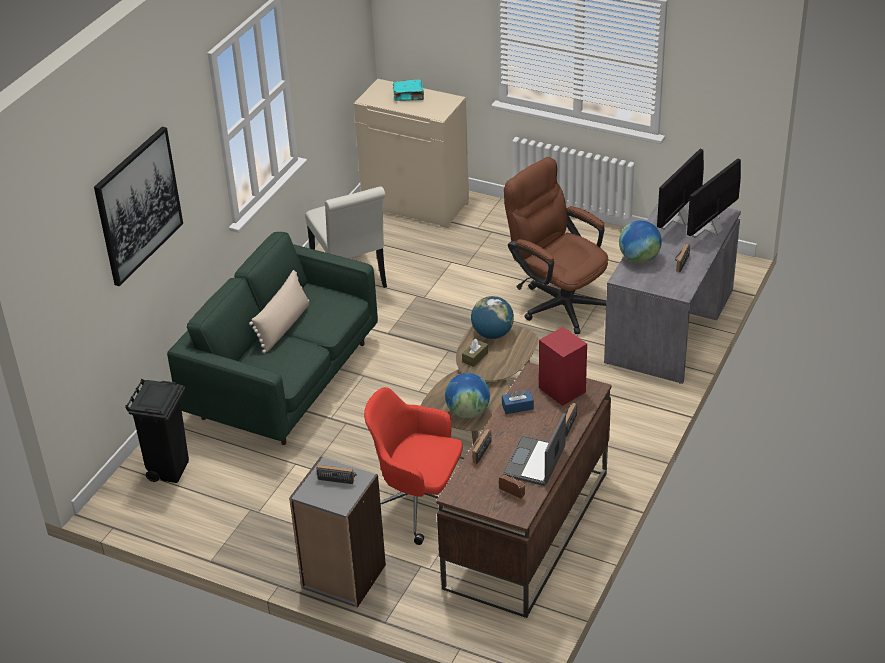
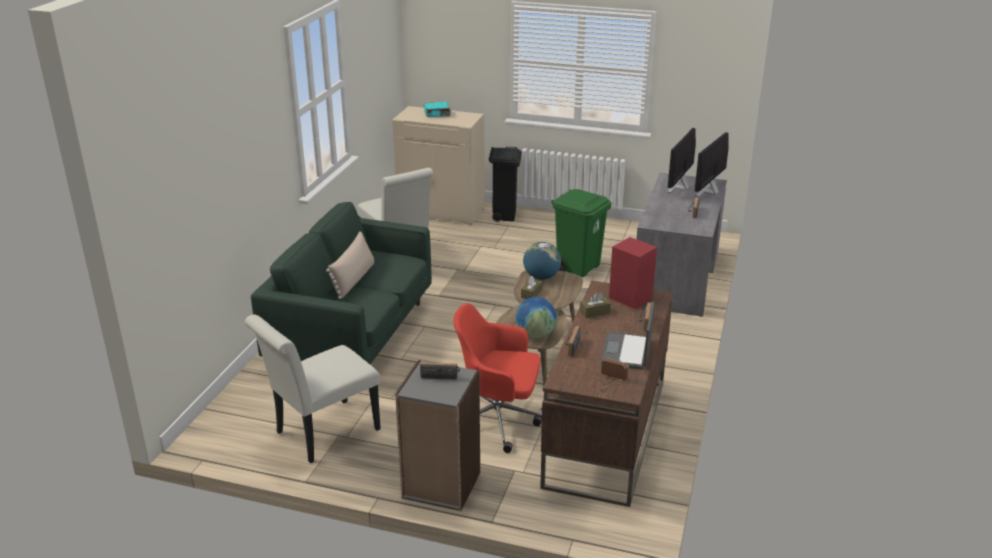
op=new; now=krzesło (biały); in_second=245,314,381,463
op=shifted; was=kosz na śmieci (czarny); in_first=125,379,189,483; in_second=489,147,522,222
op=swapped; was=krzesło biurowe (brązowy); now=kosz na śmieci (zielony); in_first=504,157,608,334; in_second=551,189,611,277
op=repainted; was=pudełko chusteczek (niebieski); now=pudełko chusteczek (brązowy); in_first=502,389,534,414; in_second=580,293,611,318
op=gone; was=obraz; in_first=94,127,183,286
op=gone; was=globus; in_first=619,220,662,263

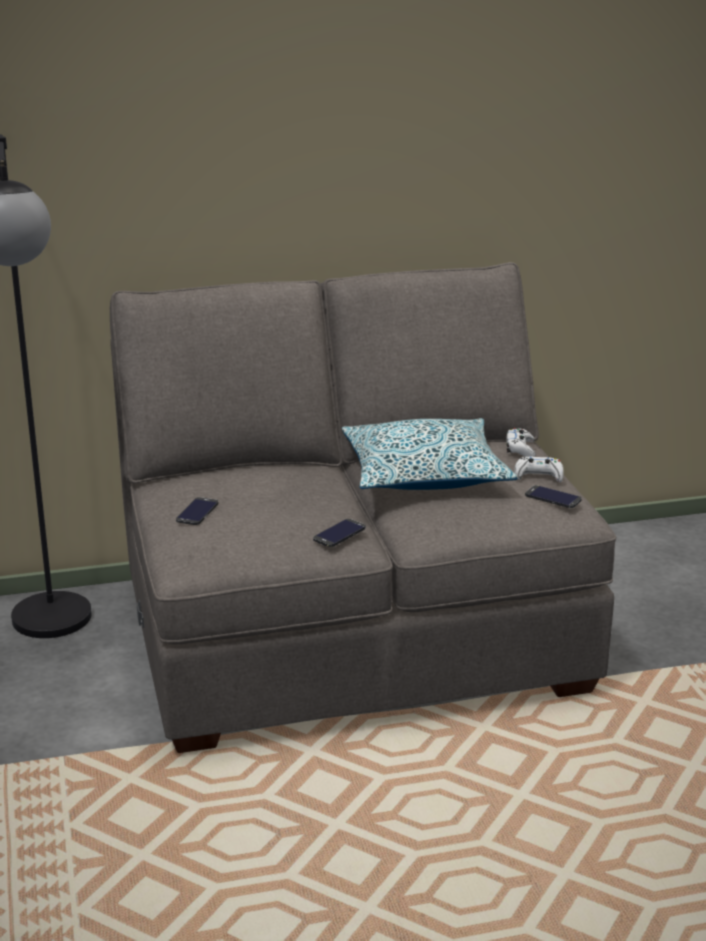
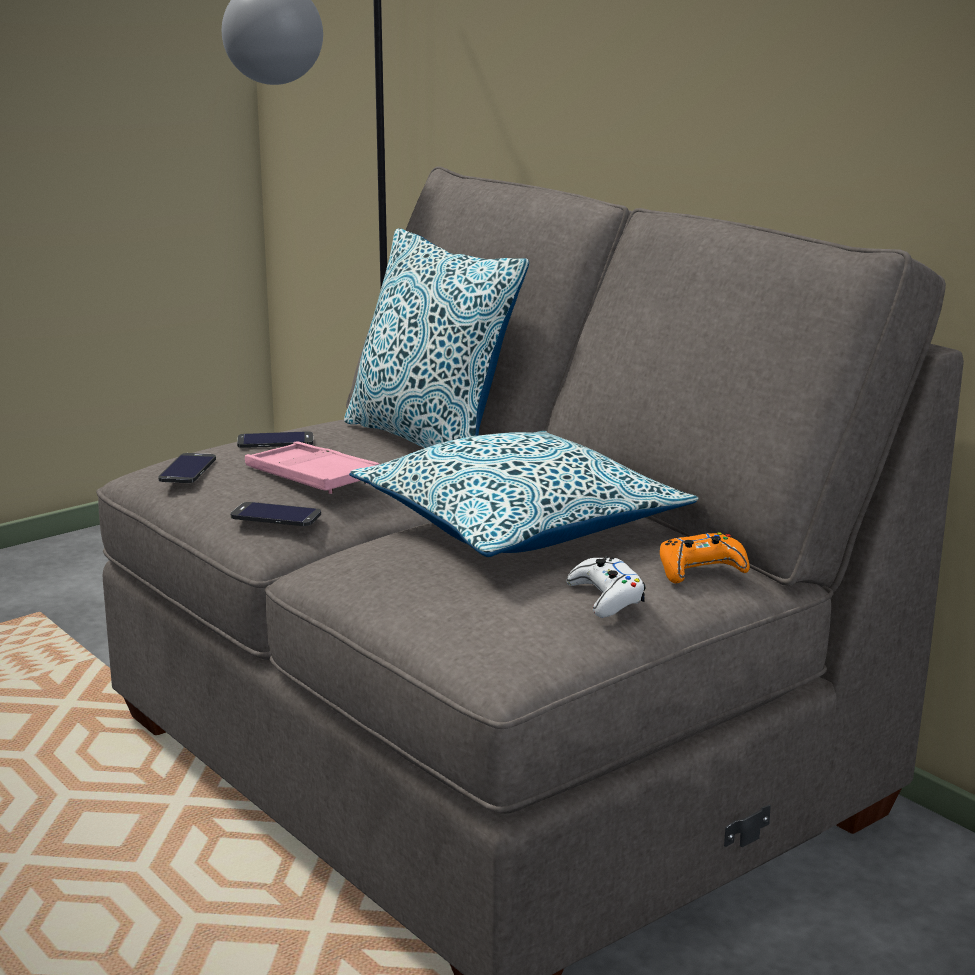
op=shifted; was=telefon; in_first=525,485,582,508; in_second=158,453,216,483
op=new; now=taca (różowy); in_second=245,441,379,494
op=new; now=poduszka; in_second=344,228,529,448
op=repainted; was=pad do gier (biały); now=pad do gier (pomarańczowy); in_first=506,428,536,457; in_second=660,532,750,583

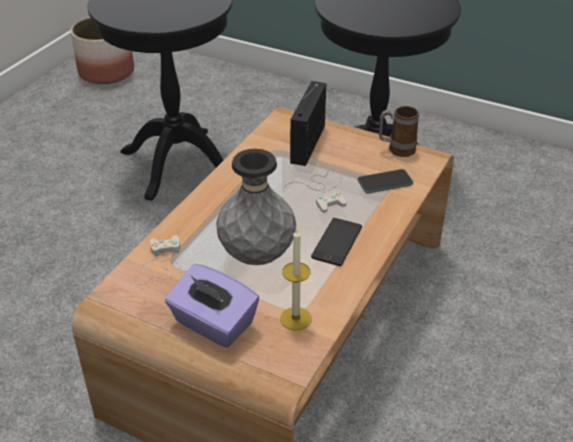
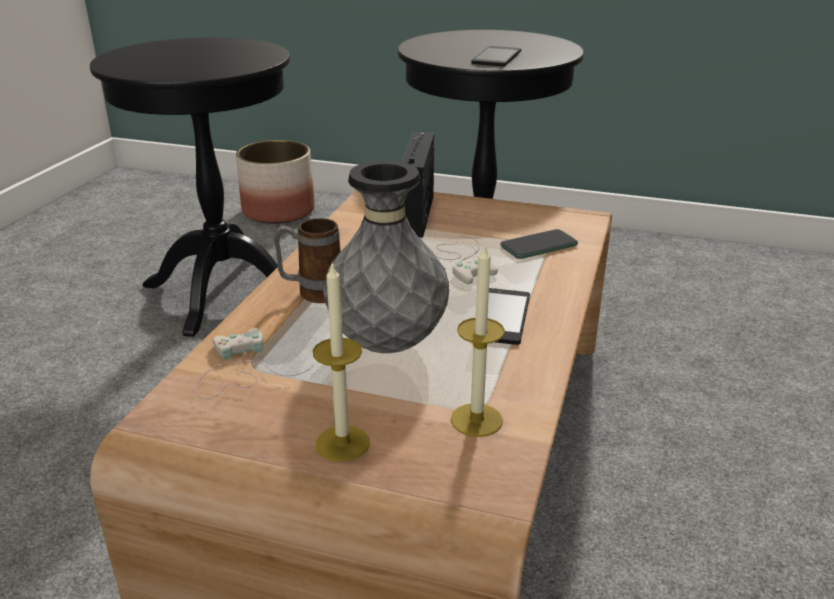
op=shifted; was=donica; in_first=71,17,134,84; in_second=236,140,315,224
op=shifted; was=kubek; in_first=379,106,419,157; in_second=274,218,341,303
op=swapped; was=pudełko chusteczek (fioletowy); now=świeca; in_first=165,264,259,348; in_second=313,261,370,462
op=new; now=telefon; in_second=471,46,521,66

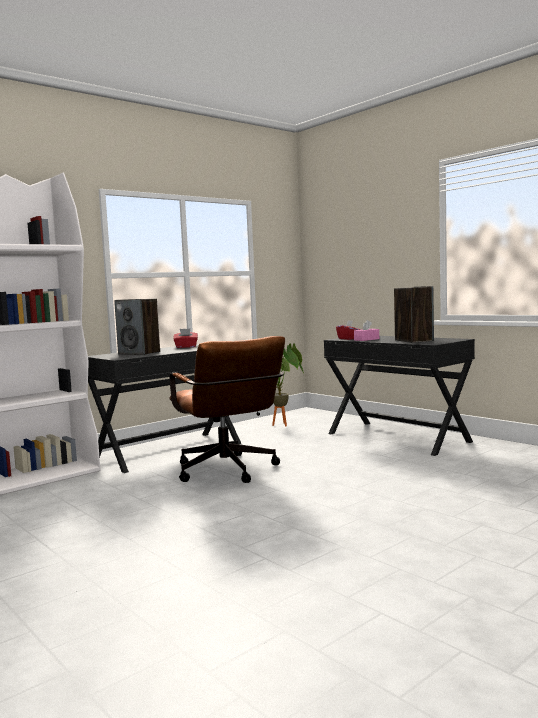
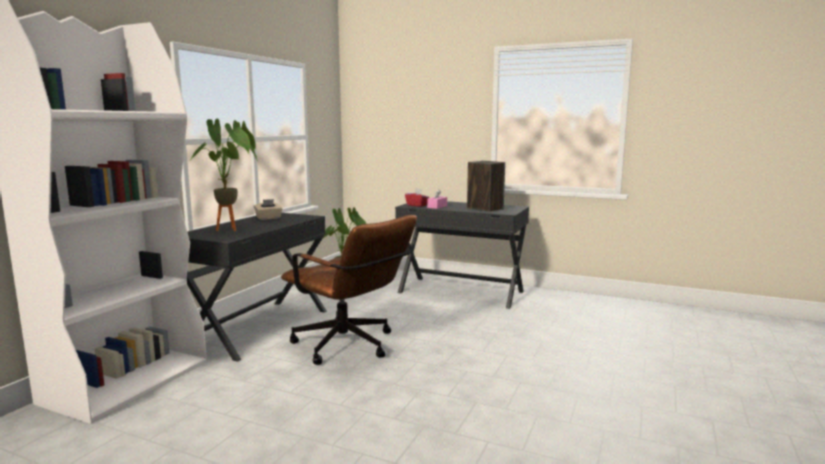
op=swapped; was=głośnik; now=roślina doniczkowa; in_first=114,299,160,355; in_second=191,119,258,231
op=repainted; was=pudełko chusteczek (czerwony); now=pudełko chusteczek (beżowy); in_first=173,329,198,348; in_second=254,199,282,220

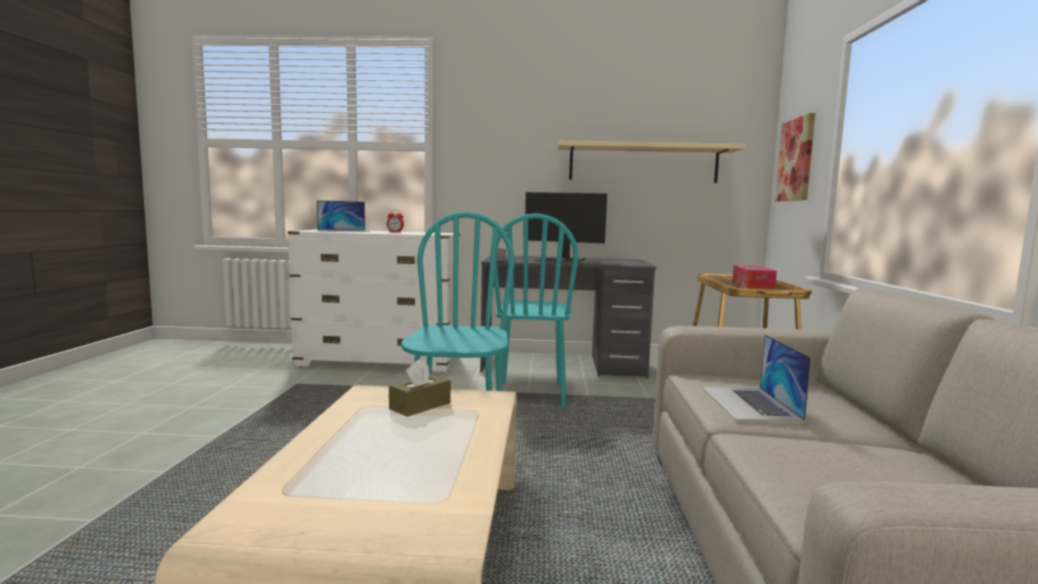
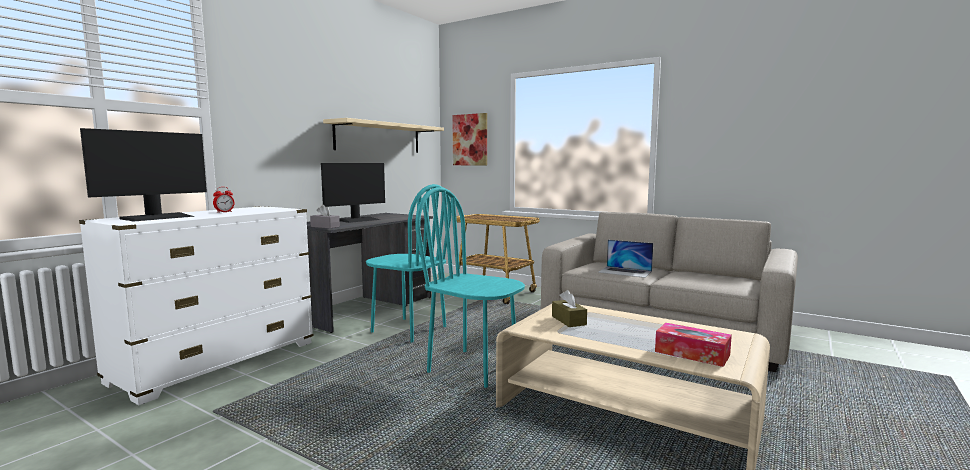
op=swapped; was=laptop; now=monitor; in_first=317,200,370,232; in_second=80,128,207,221
op=shifted; was=pudełko chusteczek; in_first=732,265,777,289; in_second=655,323,732,367

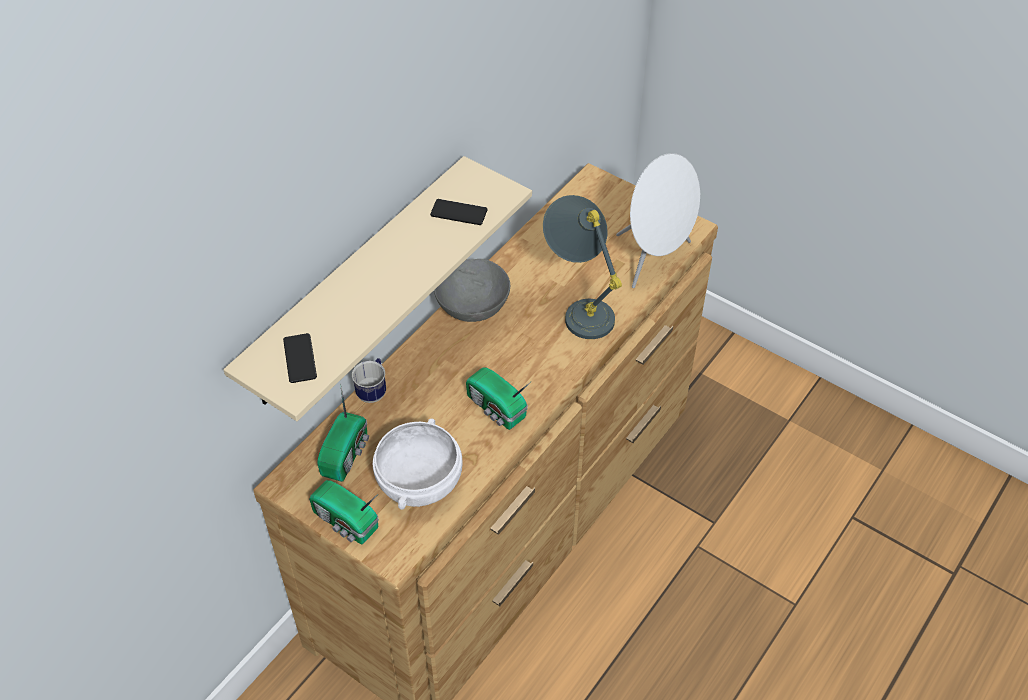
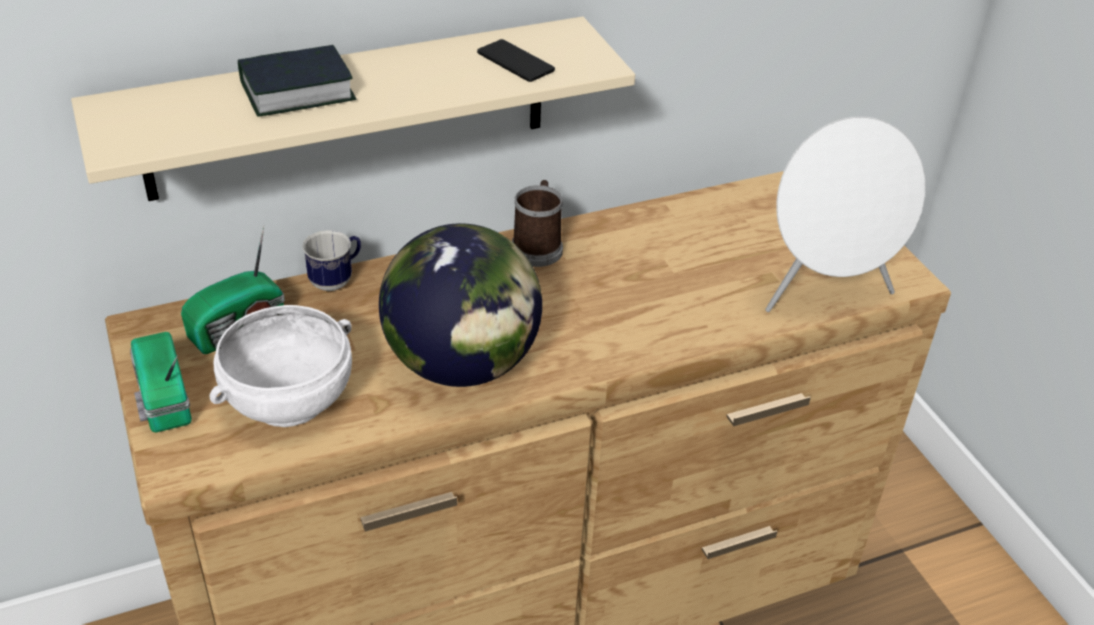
op=new; now=książka; in_second=238,45,356,116
op=swapped; was=radio; now=globus; in_first=466,368,532,430; in_second=379,223,542,387
op=swapped; was=miska (szary); now=kubek; in_first=434,259,510,322; in_second=512,180,563,267
op=gone; was=telefon; in_first=283,333,317,383
op=gone; was=lampa stołowa (szary); in_first=543,195,622,339

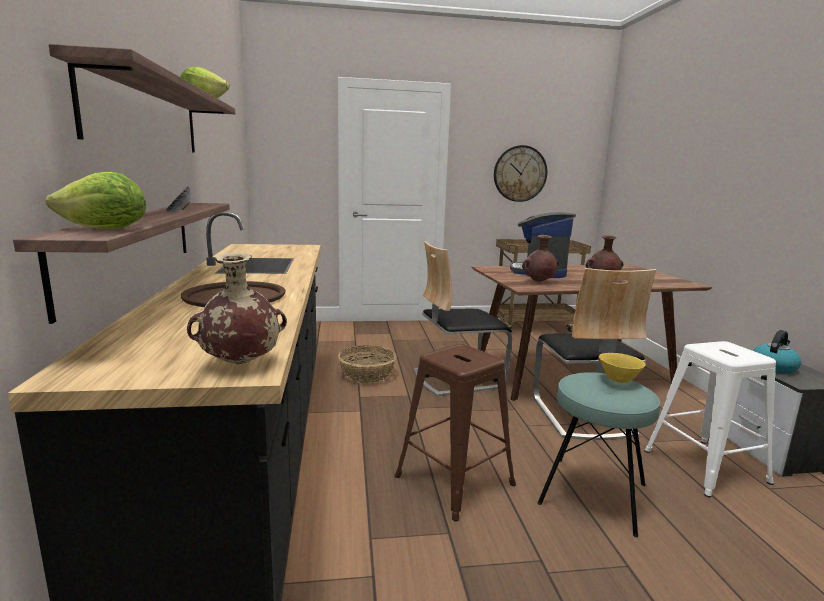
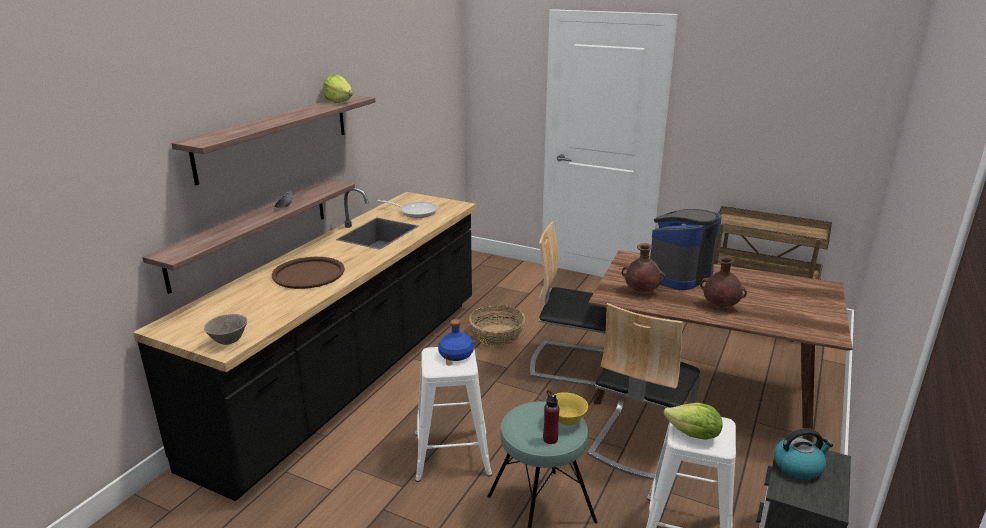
op=swapped; was=wazon (beżowy); now=miska (szary); in_first=187,252,287,364; in_second=204,314,247,345
op=new; now=patelnia; in_second=377,200,438,218
op=repainted; was=stołek (brązowy); now=stołek (biały); in_first=395,344,516,521; in_second=415,347,492,482
op=new; now=butelka (niebieski); in_second=438,319,474,361
op=new; now=butelka (czerwony); in_second=543,390,559,444
op=shifted; was=sałata; in_first=46,172,146,229; in_second=664,403,723,440
op=gone; was=zegar ścienny; in_first=494,145,547,202

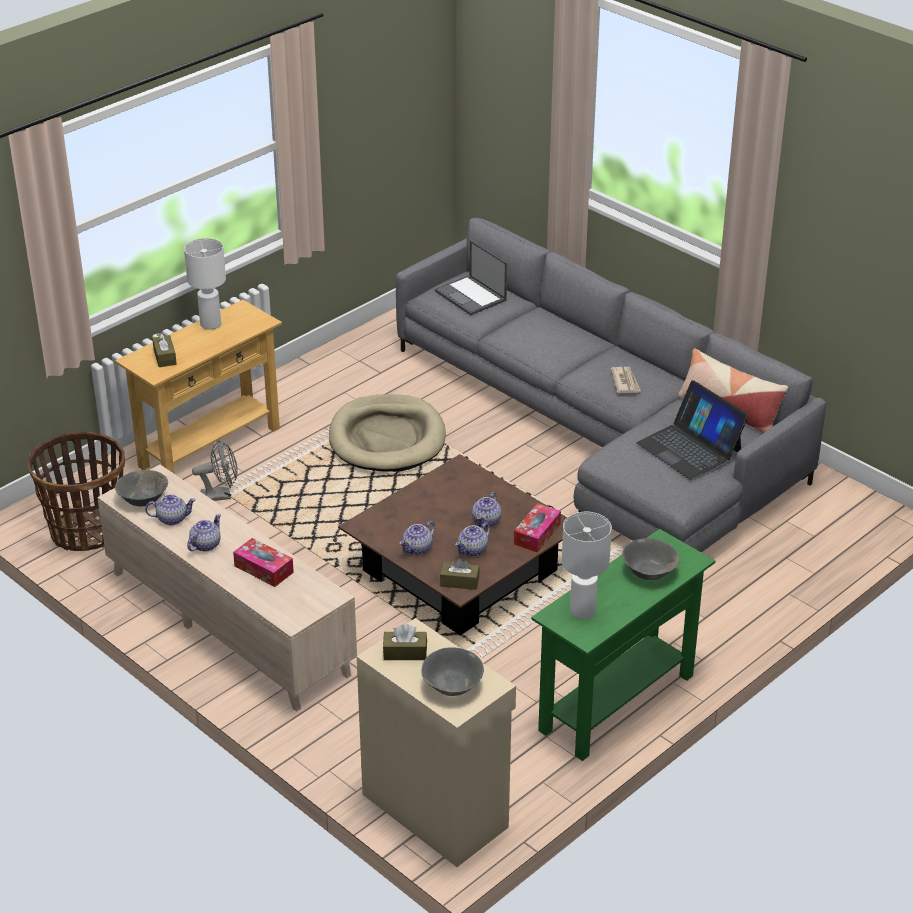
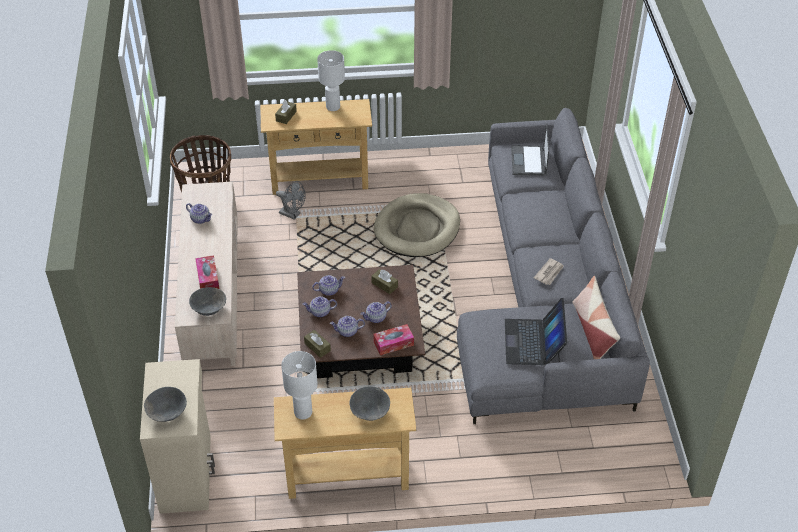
op=shifted; was=miska (szary); in_first=115,470,168,506; in_second=189,287,226,316
op=repainted; was=stolik konsolowy (zielony); now=stolik konsolowy (beżowy); in_first=531,529,715,761; in_second=274,388,416,499
op=shifted; was=imbryk; in_first=187,514,221,552; in_second=312,275,345,296
op=shifted; was=pudełko chusteczek (brązowy); in_first=383,624,427,660; in_second=371,269,398,294

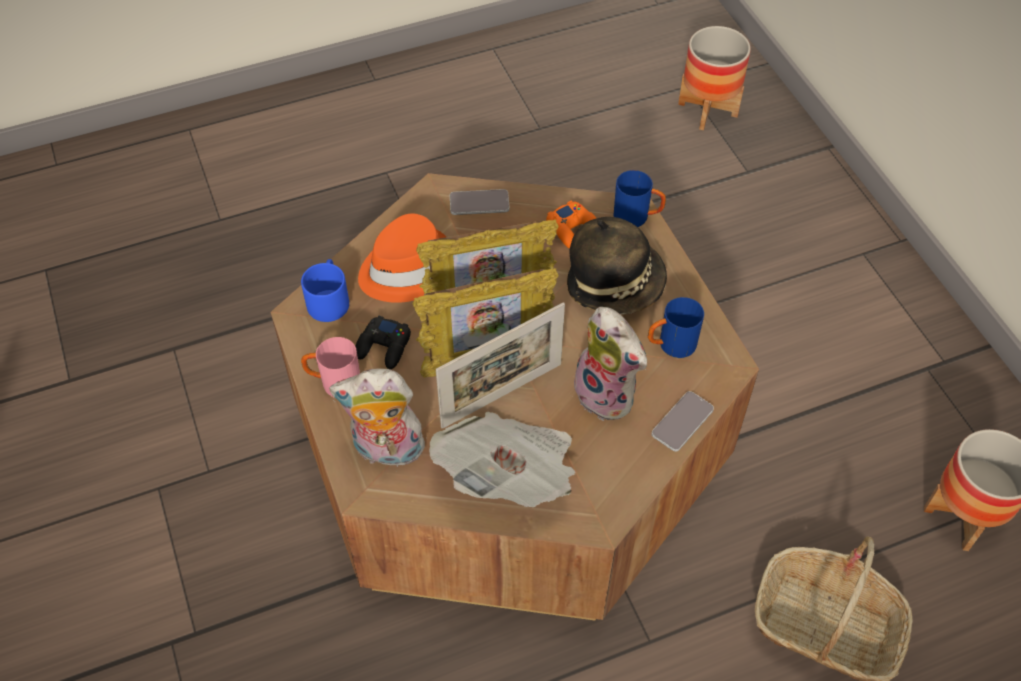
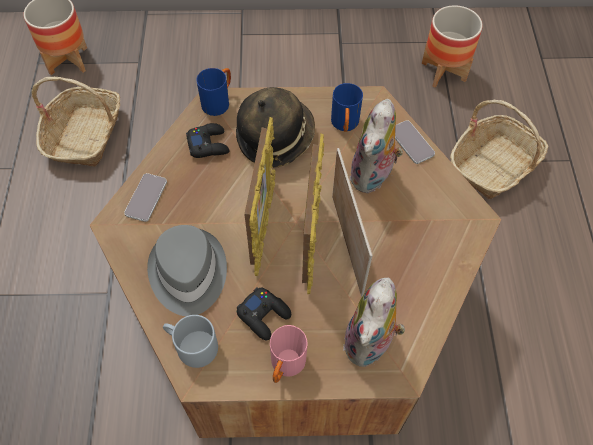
op=new; now=koszyk; in_second=31,77,120,167
op=repainted; was=kapelusz (pomarańczowy); now=kapelusz (szary); in_first=358,213,446,303; in_second=147,225,227,316
op=repainted; was=kubek (niebieski); now=kubek (szary); in_first=301,259,349,322; in_second=163,315,218,368
op=repainted; was=pad do gier (pomarańczowy); now=pad do gier (czarny); in_first=546,200,596,249; in_second=186,123,229,158
op=rotated; was=pluszak; in_first=572,307,647,421; in_second=349,99,403,193; clockwise=135
op=gone; was=gazeta; in_first=429,412,576,507

